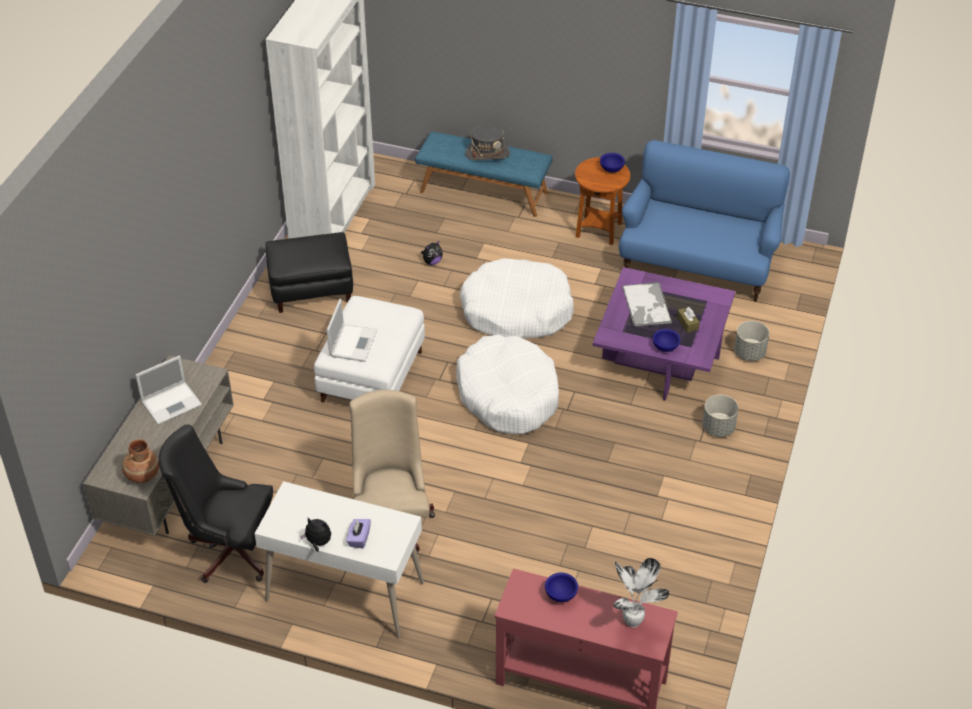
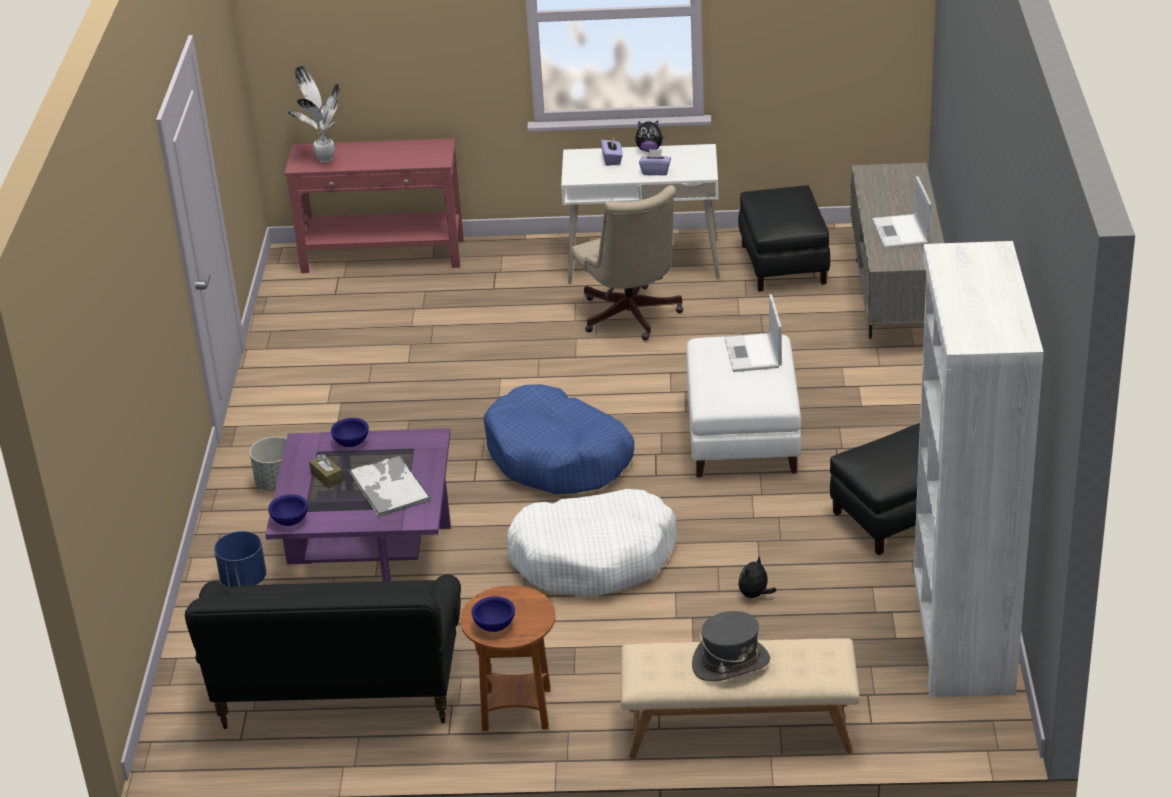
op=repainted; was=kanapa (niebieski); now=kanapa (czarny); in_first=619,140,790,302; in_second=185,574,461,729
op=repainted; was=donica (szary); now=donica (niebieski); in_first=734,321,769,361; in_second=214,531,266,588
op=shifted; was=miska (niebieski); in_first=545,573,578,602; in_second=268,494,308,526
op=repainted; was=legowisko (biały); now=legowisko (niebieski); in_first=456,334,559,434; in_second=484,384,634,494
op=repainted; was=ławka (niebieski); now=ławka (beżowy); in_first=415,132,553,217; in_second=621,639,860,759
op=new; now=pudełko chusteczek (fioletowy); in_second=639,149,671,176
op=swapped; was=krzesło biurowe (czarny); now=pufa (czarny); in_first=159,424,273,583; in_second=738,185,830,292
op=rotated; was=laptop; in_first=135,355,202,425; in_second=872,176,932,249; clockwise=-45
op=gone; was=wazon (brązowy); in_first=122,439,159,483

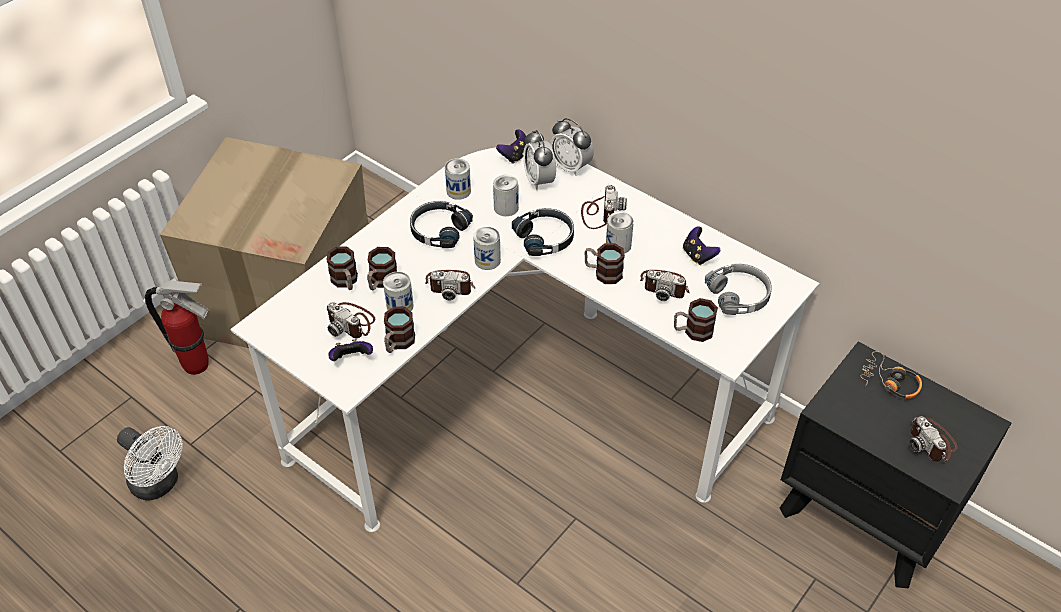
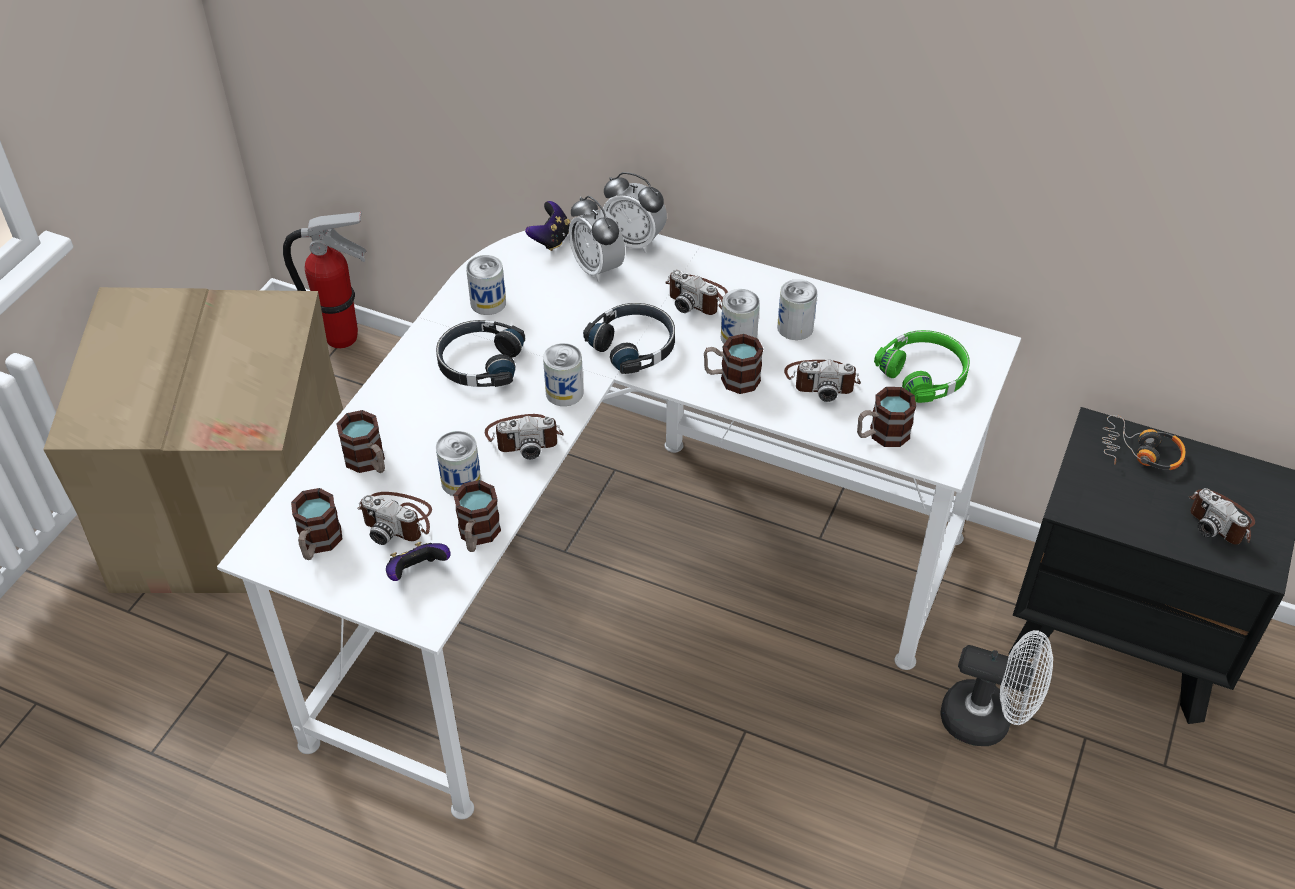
op=shifted; was=gaśnica; in_first=145,281,209,375; in_second=283,211,367,348
op=shifted; was=kubek; in_first=367,247,397,291; in_second=291,488,342,560
op=rotated; was=aparat fotograficzny; in_first=581,185,627,229; in_second=665,270,728,315; clockwise=135
op=shifted; was=puszka; in_first=493,175,519,216; in_second=777,279,818,340
op=repainted; was=słuchawki (szary); now=słuchawki (zielony); in_first=705,264,772,315; in_second=874,330,970,403
op=shifted; was=wentylator (biały); in_first=117,426,182,501; in_second=940,630,1053,746
op=gone; was=pad do gier; in_first=683,226,720,265

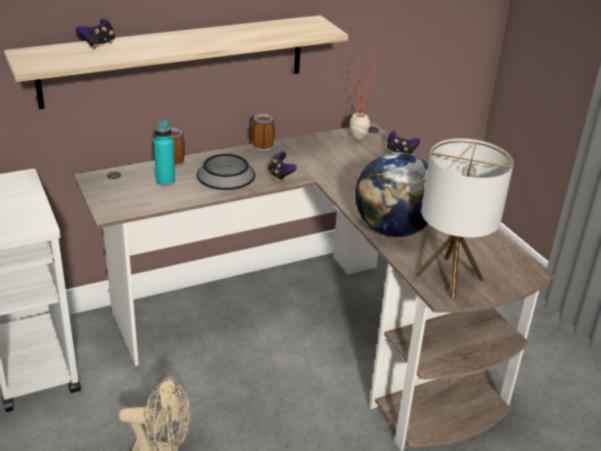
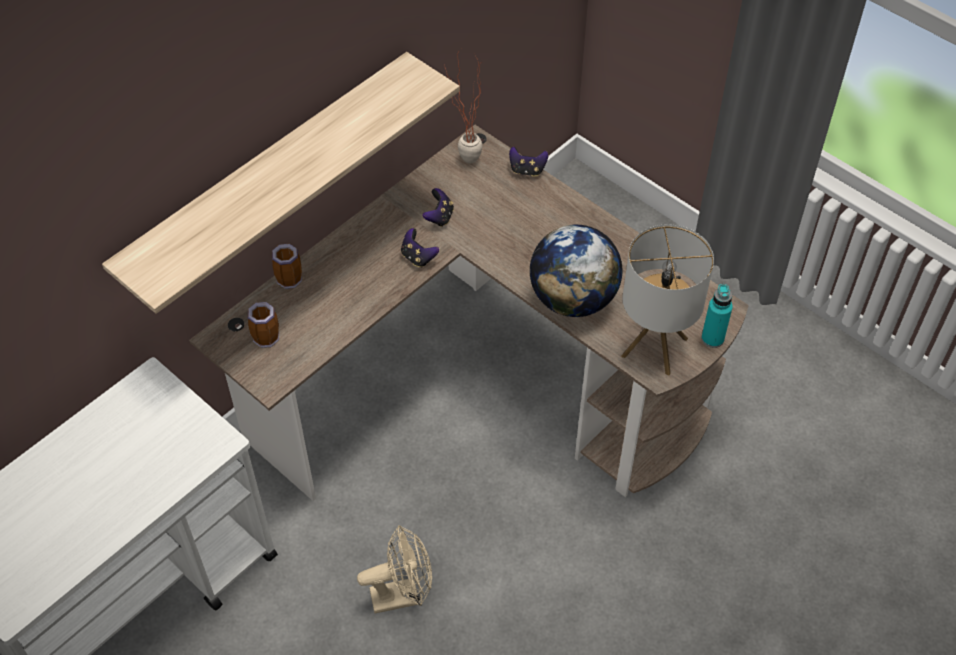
op=shifted; was=kubek; in_first=252,113,275,152; in_second=248,302,279,348
op=shifted; was=pad do gier; in_first=76,19,115,49; in_second=423,188,454,227
op=shifted; was=butelka (turkusowy); in_first=154,120,175,186; in_second=701,284,733,348
op=gone; was=miska; in_first=196,154,255,190

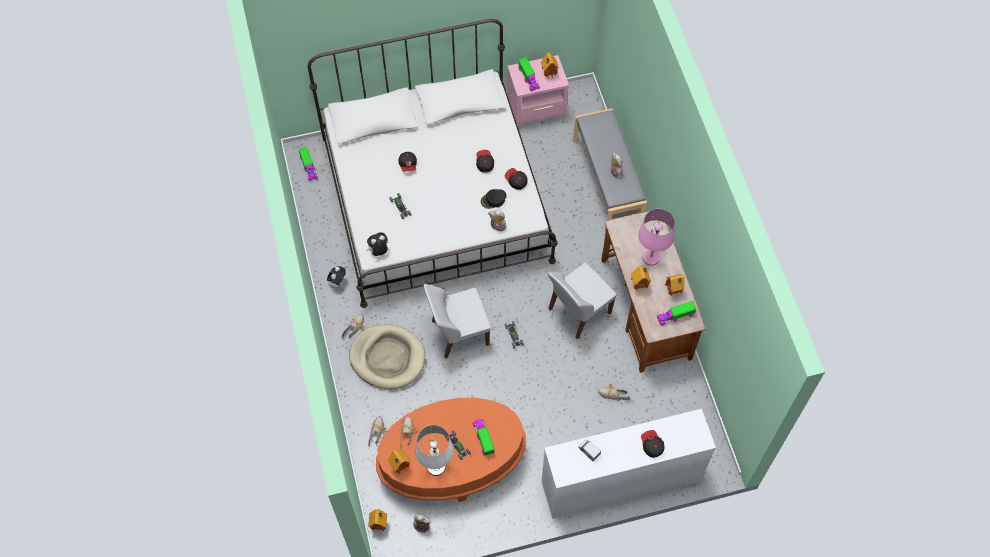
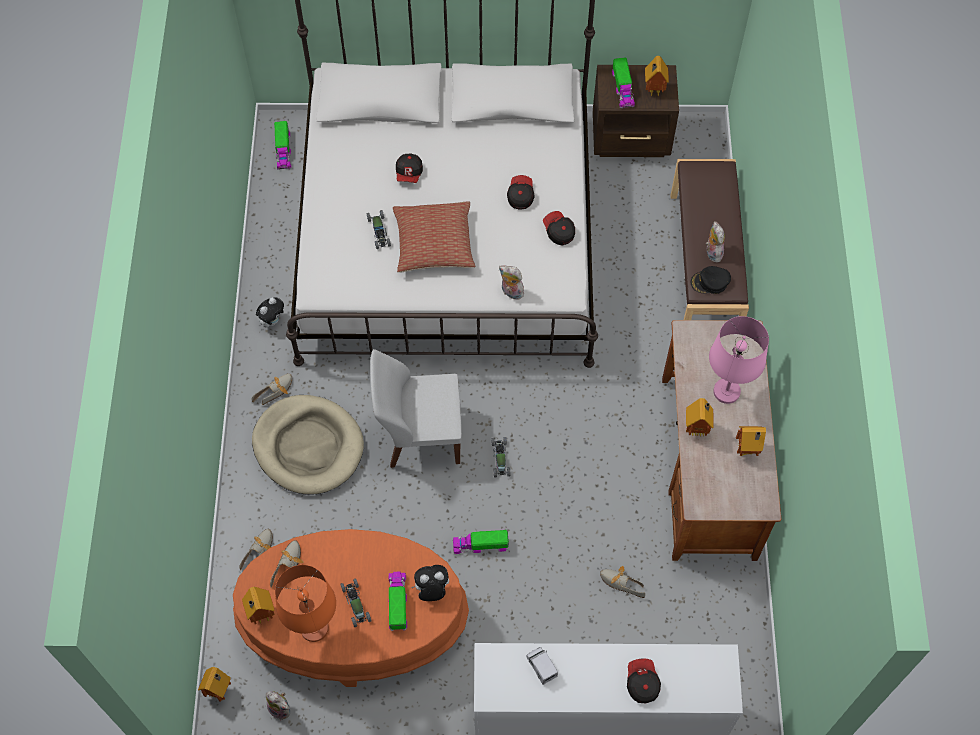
op=repainted; was=lampa stołowa (biały); now=lampa stołowa (pomarańczowy); in_first=415,425,454,476; in_second=275,565,336,642
op=new; now=poduszka; in_second=393,201,475,273
op=shifted; was=pluszak; in_first=367,232,388,256; in_second=411,565,449,601
op=shifted; was=ciężarówka zabawkowa; in_first=657,301,696,326; in_second=453,530,509,554
op=repainted; was=szafka nocna (różowy); now=szafka nocna (brązowy); in_first=507,55,569,125; in_second=593,65,679,157
op=repainted; was=ławka (szary); now=ławka (brązowy); in_first=573,108,647,233; in_second=671,159,749,320
op=shifted; was=czapka z daszkiem (czarny); in_first=481,189,506,209; in_second=691,266,731,294
op=gone; was=krzesło (biały); in_first=547,263,616,339

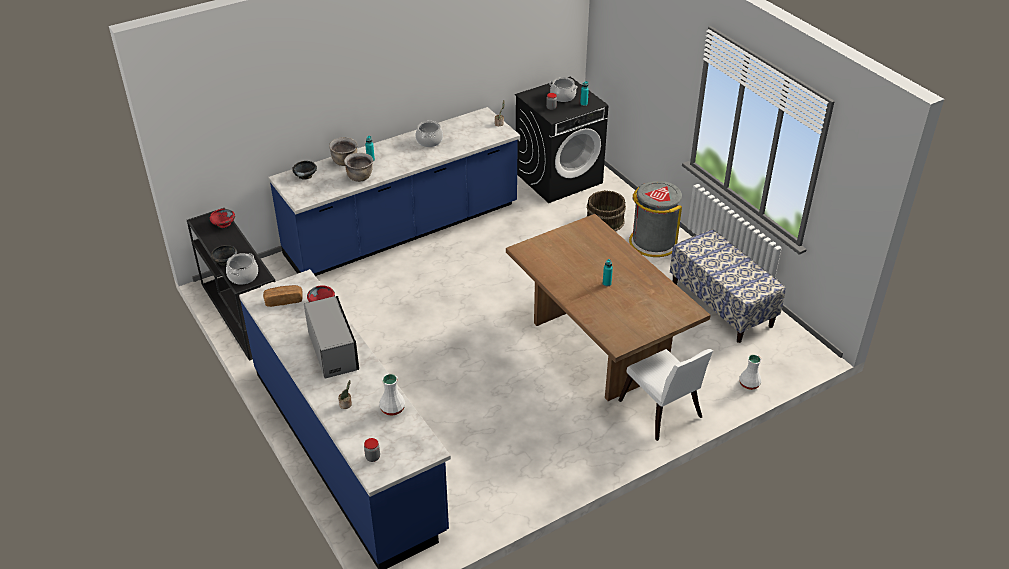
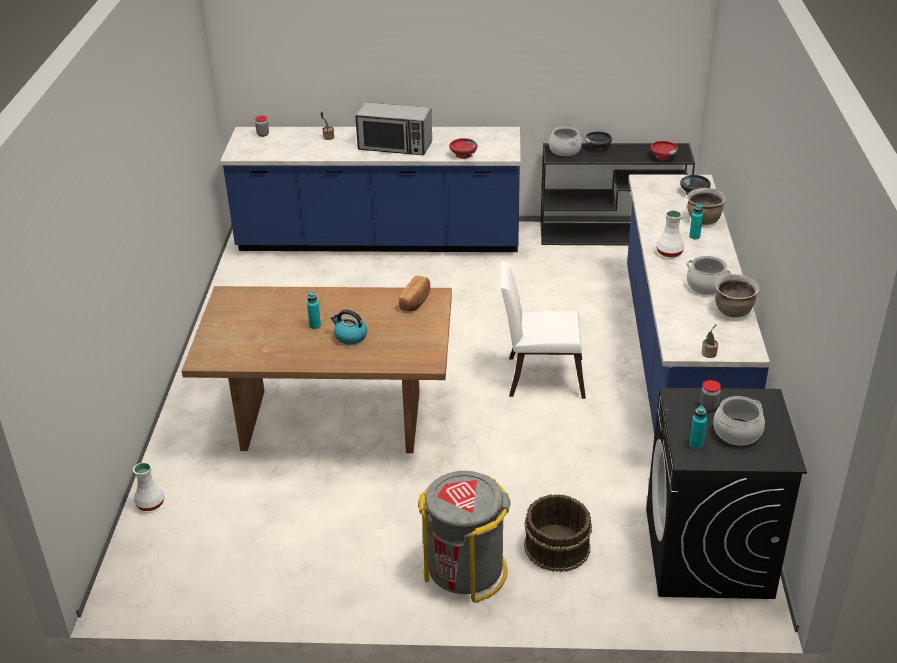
op=new; now=czajnik; in_second=330,310,367,345
op=shifted; was=chleb; in_first=263,285,303,307; in_second=399,275,430,312
op=shifted; was=krzesło (biały); in_first=618,349,713,441; in_second=501,261,586,399
op=shifted; was=wazon (biały); in_first=379,374,405,415; in_second=656,210,684,258
op=shifted; was=garnek (brązowy); in_first=344,153,373,182; in_second=715,274,760,317
op=gone; was=ławka; in_first=670,229,786,343

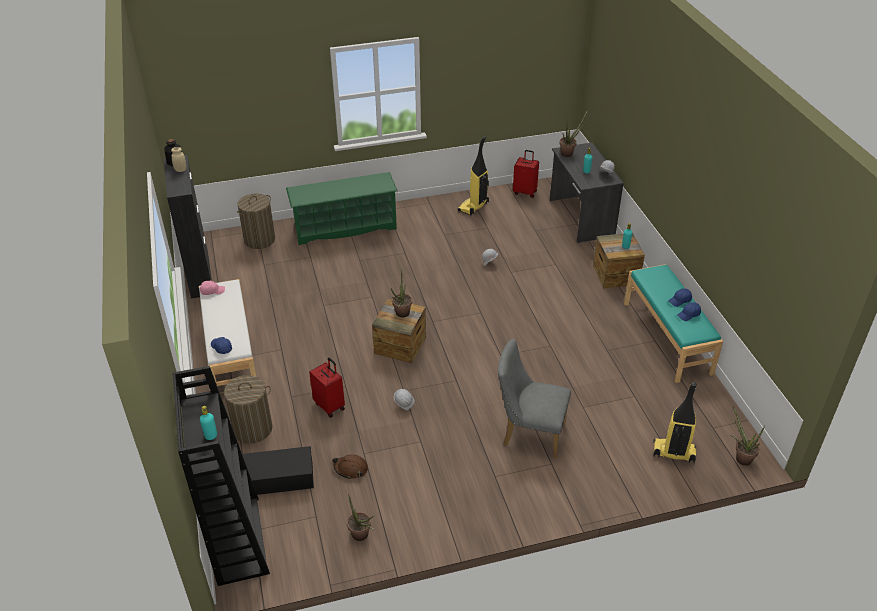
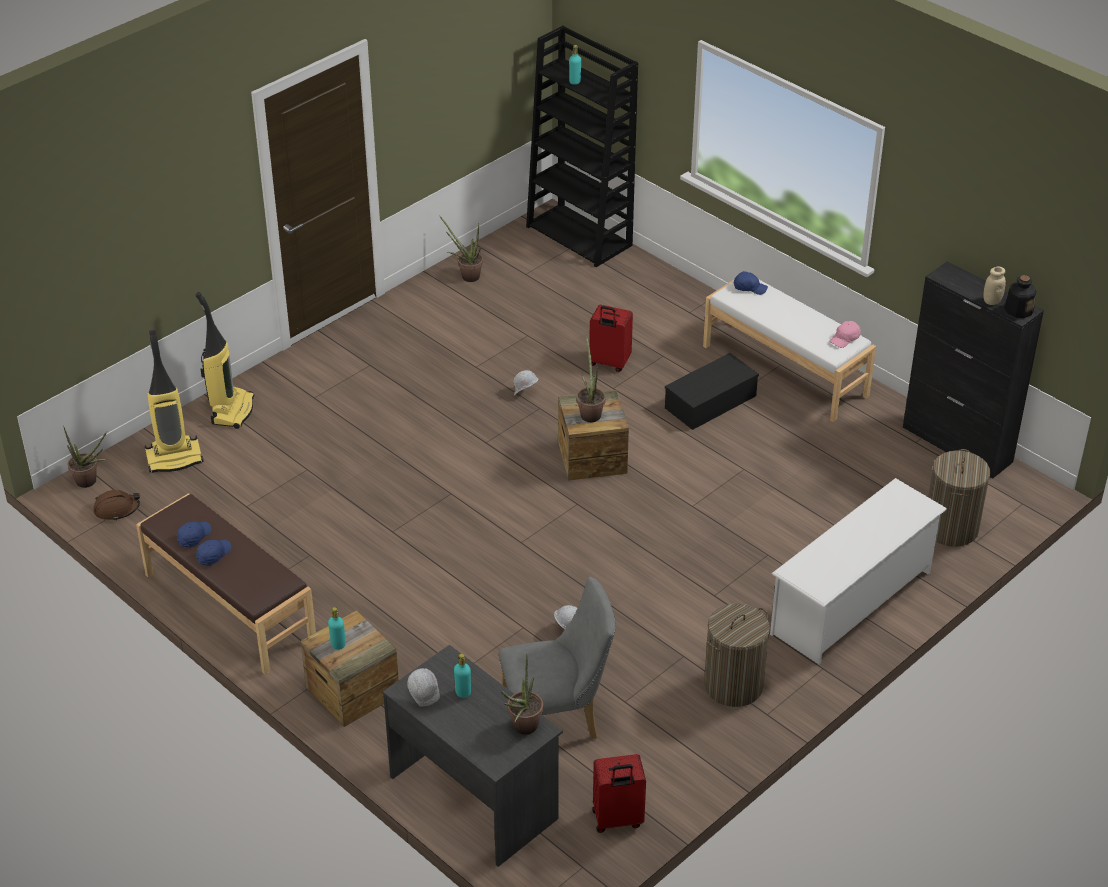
op=shifted; was=kask (brązowy); in_first=332,454,368,479; in_second=94,490,140,521
op=repainted; was=ławka (turkusowy); now=ławka (brązowy); in_first=624,264,723,383; in_second=136,493,316,675
op=shifted; was=odkurzacz; in_first=458,136,489,215; in_second=195,292,254,429
op=shifted; was=krzesło (szary); in_first=498,339,571,458; in_second=499,577,616,739
op=shifted; was=pojemnik do przechowywania (czarny); in_first=242,446,314,495; in_second=665,353,759,430
op=shifted; was=kosz na pranie; in_first=220,375,272,444; in_second=704,603,770,707
op=repainted; was=regał na buty (zielony); now=regał na buty (biały); in_first=286,172,398,245; in_second=770,478,947,664

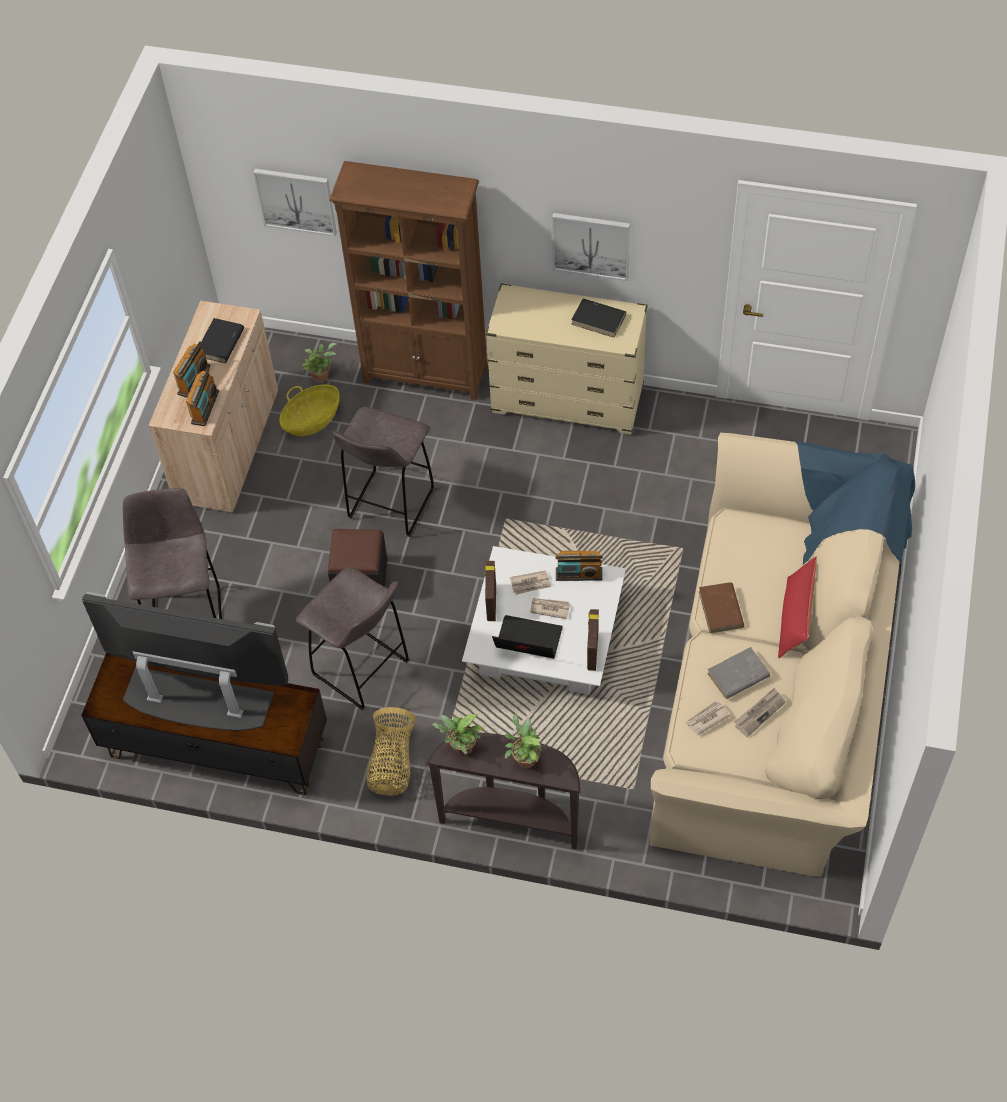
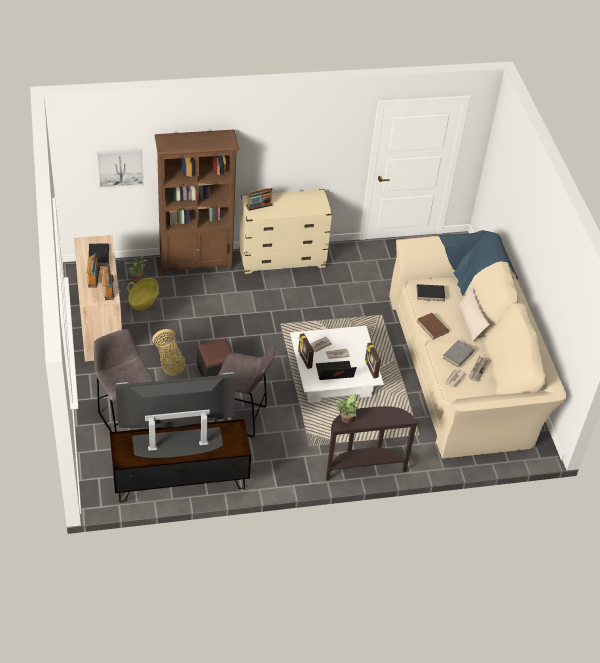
op=shifted; was=koszyk; in_first=367,707,416,796; in_second=152,329,186,376
op=shifted; was=radio; in_first=556,551,603,581; in_second=246,188,273,211
op=shifted; was=książka (czarny); in_first=571,298,626,338; in_second=417,284,445,301
op=repainted; was=poduszka (czerwony); now=poduszka (beżowy); in_first=778,557,817,658; in_second=457,286,490,342
op=gone; was=stołek (szary); in_first=332,407,434,537
op=gone; was=roślina doniczkowa; in_first=505,714,542,768
op=gone; was=obraz; in_first=552,213,630,281

